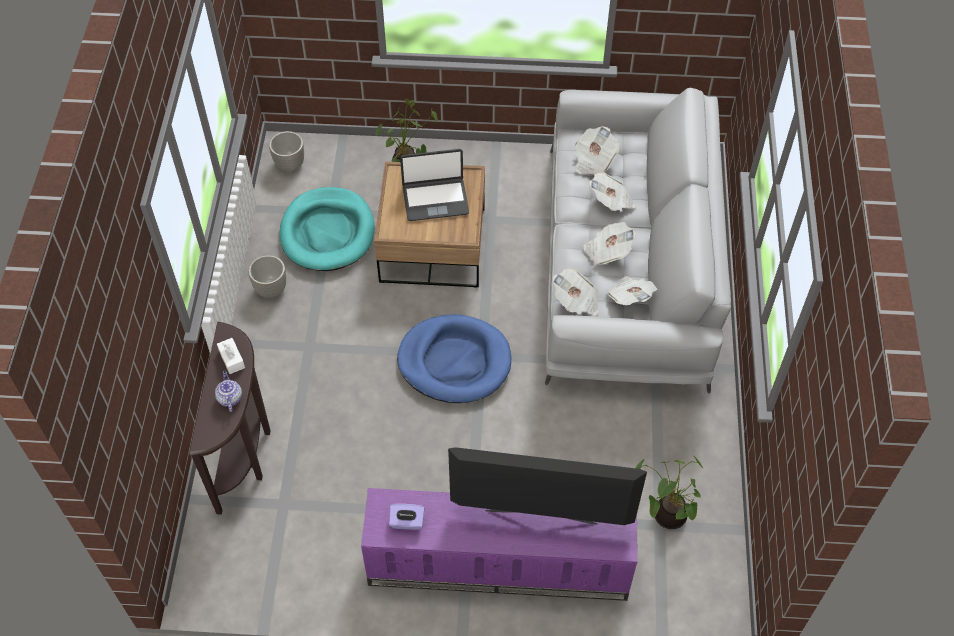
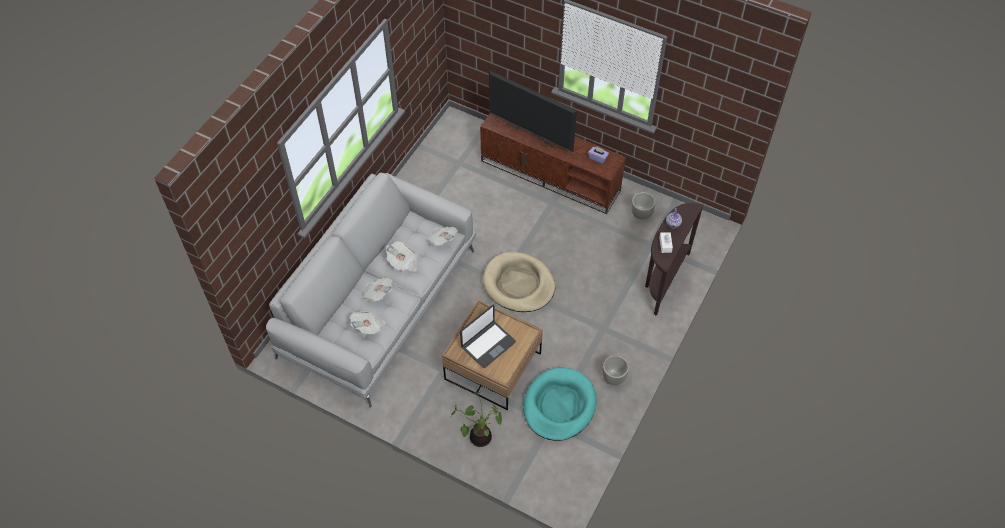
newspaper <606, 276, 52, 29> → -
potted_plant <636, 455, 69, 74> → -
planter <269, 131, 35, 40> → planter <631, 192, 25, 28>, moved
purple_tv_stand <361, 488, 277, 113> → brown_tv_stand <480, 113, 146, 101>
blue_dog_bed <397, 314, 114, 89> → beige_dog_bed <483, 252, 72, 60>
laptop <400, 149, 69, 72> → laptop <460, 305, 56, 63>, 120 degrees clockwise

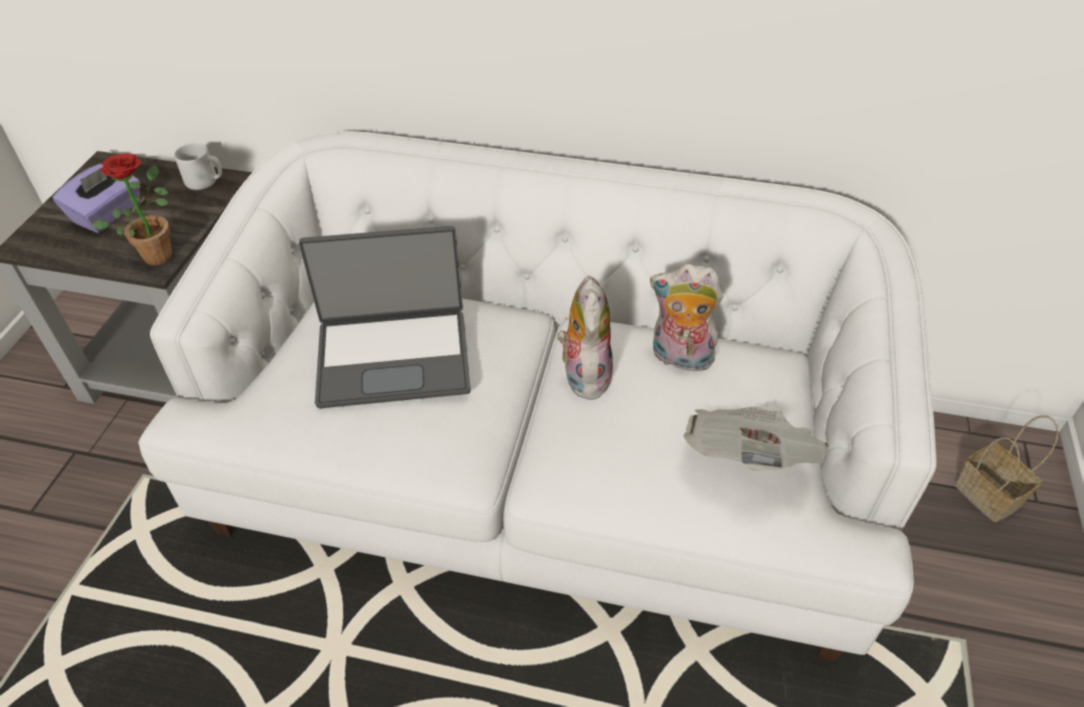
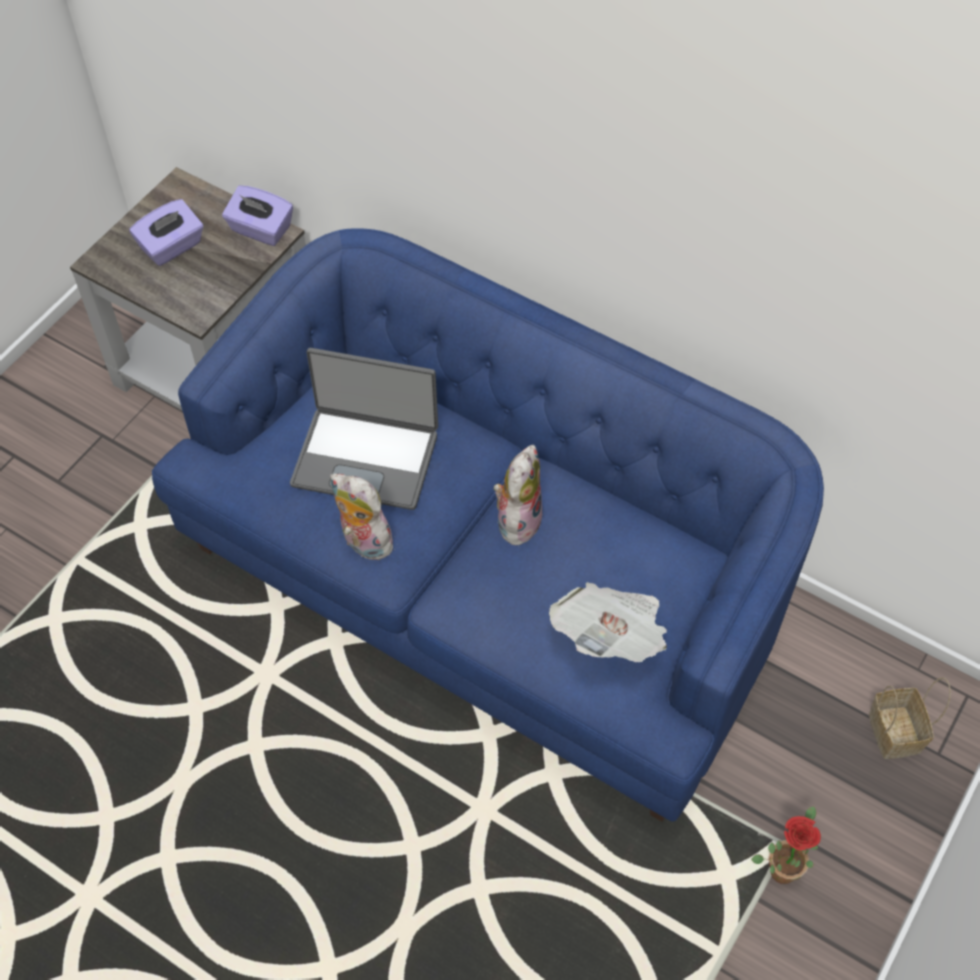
potted_plant <92, 154, 80, 112> → potted_plant <751, 806, 70, 78>, moved
plush_toy <650, 264, 73, 107> → plush_toy <330, 474, 65, 86>, moved
grey_mug <174, 143, 48, 47> → purple_tissue_box <222, 185, 71, 61>
white_sofa <138, 131, 799, 531> → blue_sofa <152, 228, 672, 594>

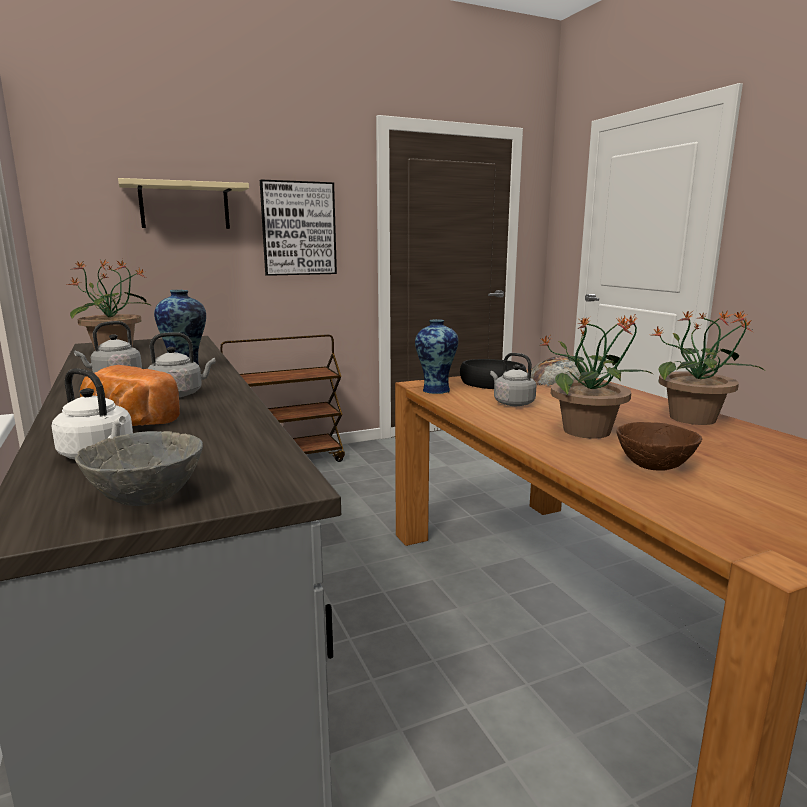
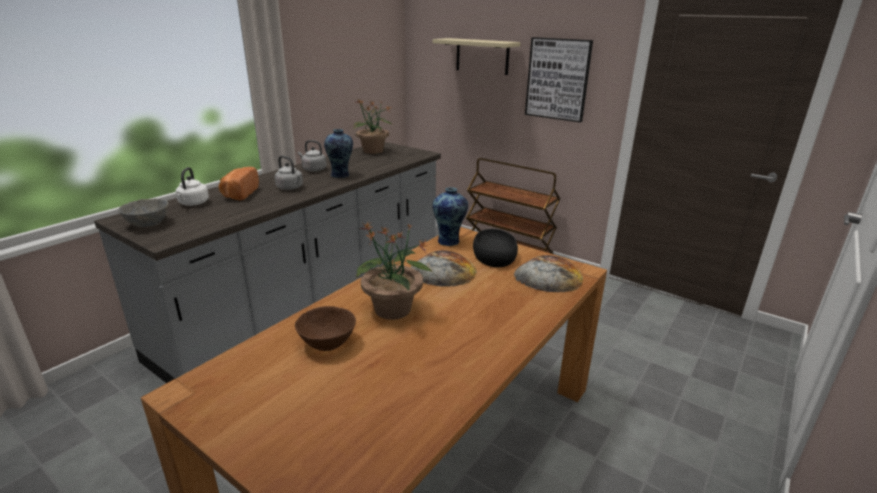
potted_plant <652, 310, 112, 115> → -
grey_kettle <490, 353, 47, 53> → bread <411, 250, 66, 37>

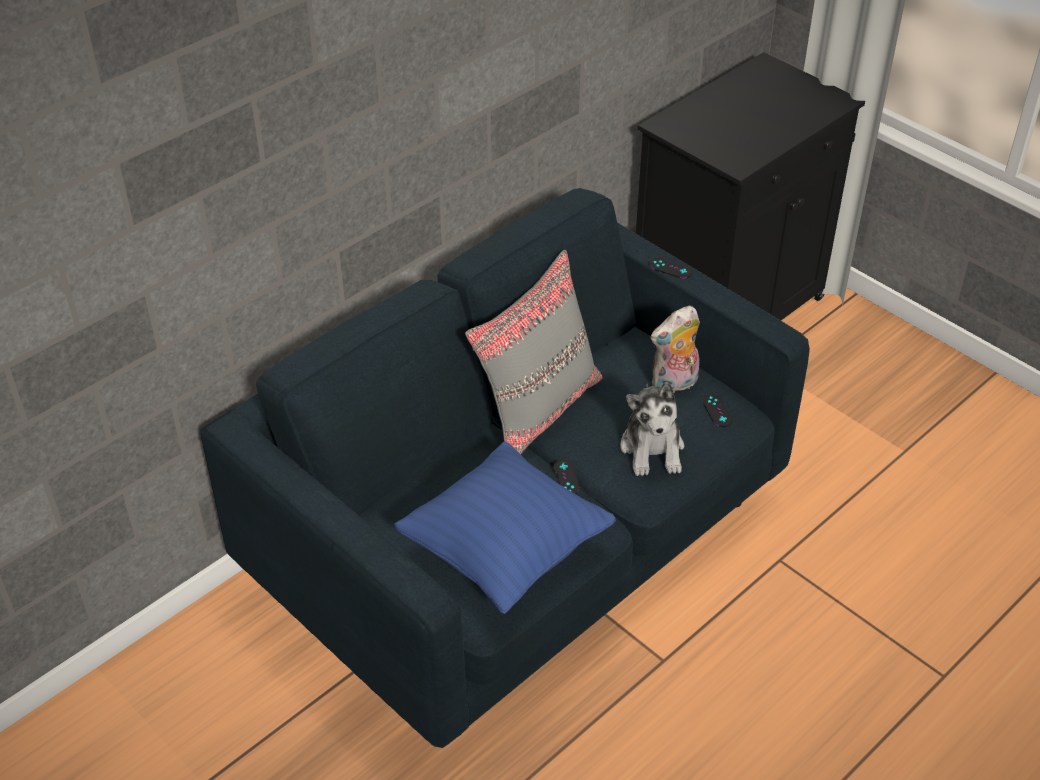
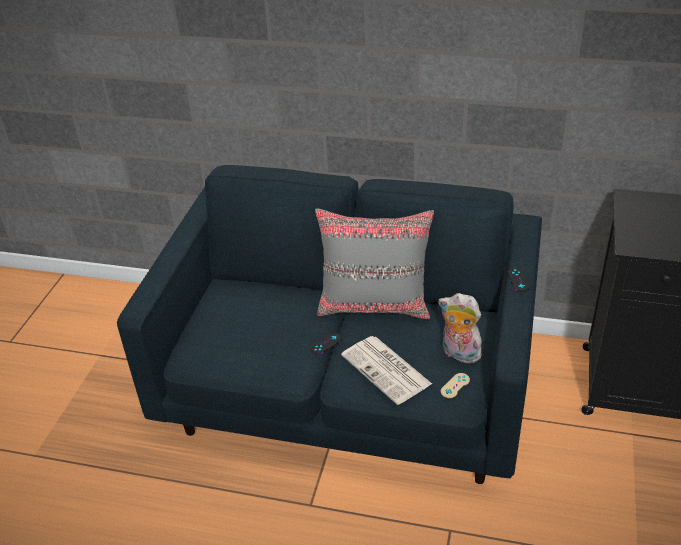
blue_pillow <394, 441, 222, 173> → -
plush_toy <621, 382, 63, 94> → newspaper <341, 336, 91, 69>
black_game_controller <702, 394, 31, 33> → beige_game_controller <441, 373, 29, 25>

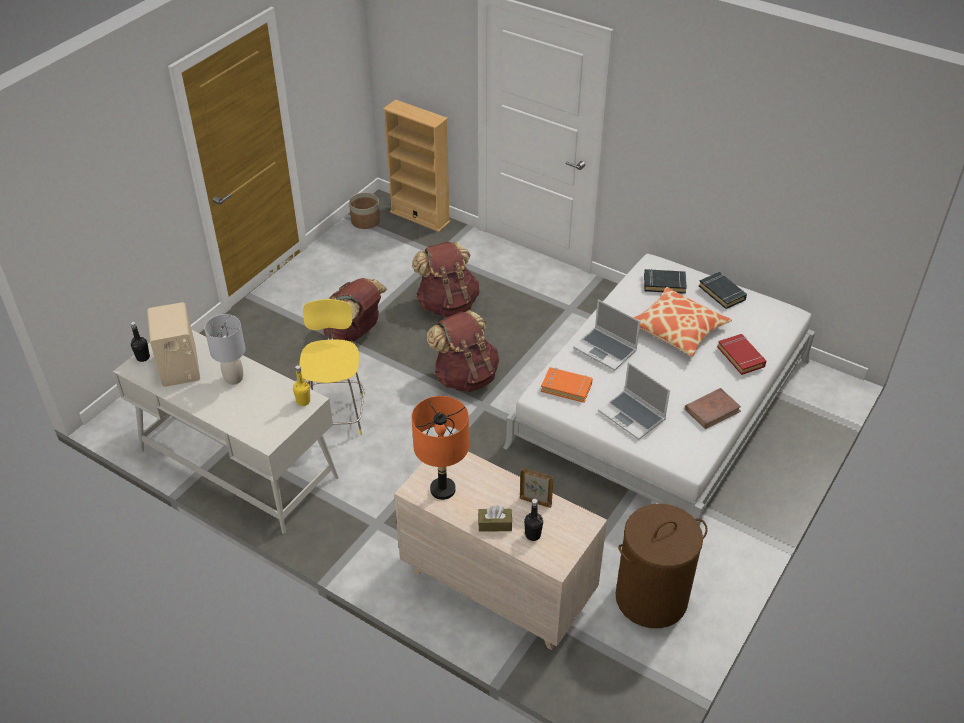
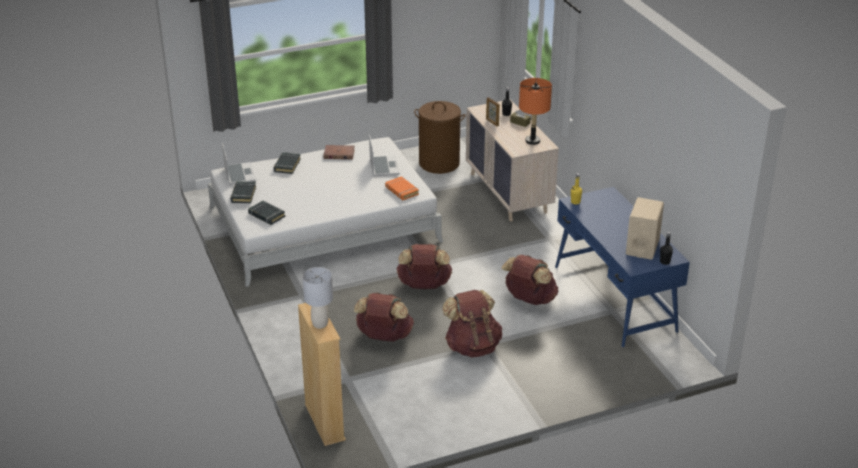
planter <349, 192, 31, 37> → -
pillow <634, 287, 98, 70> → -
grey_table_lamp <204, 314, 42, 71> → grey_table_lamp <302, 267, 31, 62>, moved
laptop <573, 299, 67, 72> → laptop <222, 143, 34, 42>, moved
yellow_stool <299, 299, 66, 136> → brown_backpack <501, 255, 57, 50>
white_desk <113, 330, 226, 204> → blue_desk <555, 187, 135, 160>
red_book <717, 334, 49, 41> → black_book <273, 152, 28, 22>

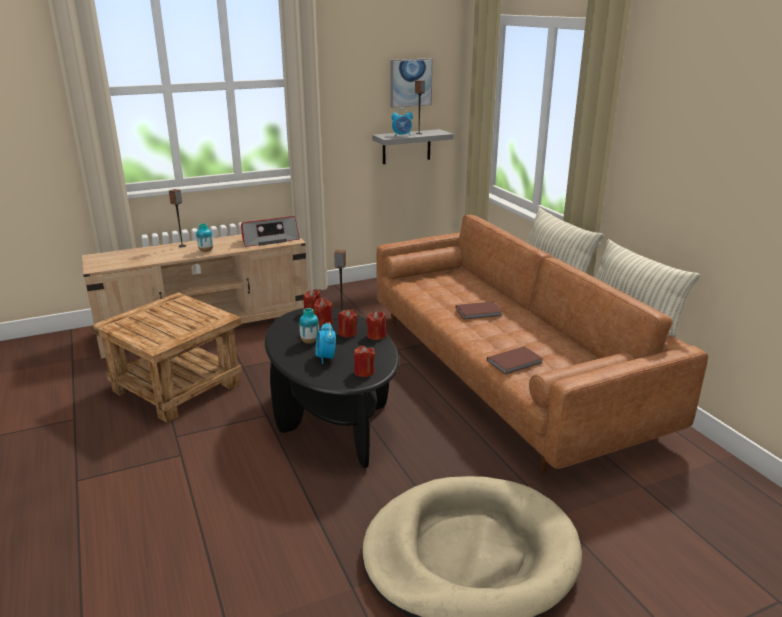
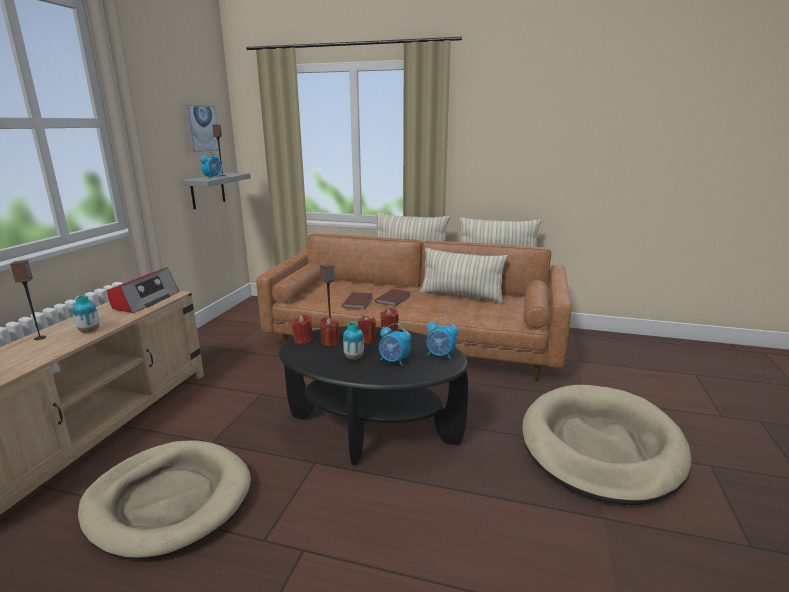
- → pillow <420, 248, 88, 55>
brown_book <487, 346, 56, 29> → brown_book <342, 292, 31, 17>, moved
brown_side_table <91, 292, 151, 131> → beige_dog_bed <78, 440, 173, 119>
red_candle <354, 346, 21, 31> → alarm_clock <426, 318, 32, 42>

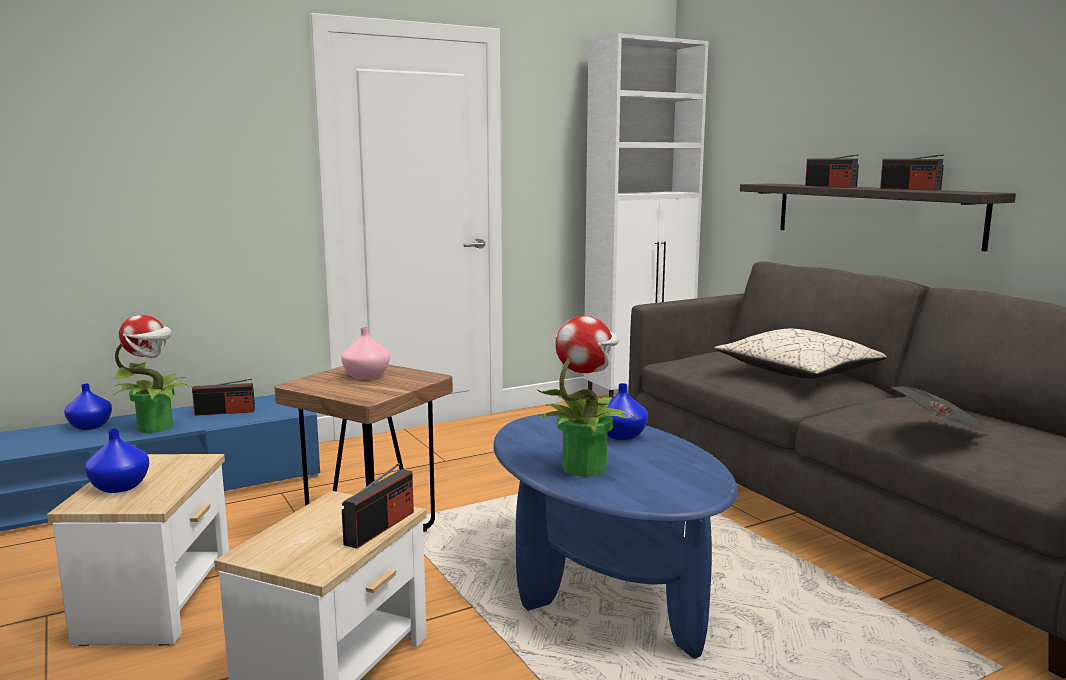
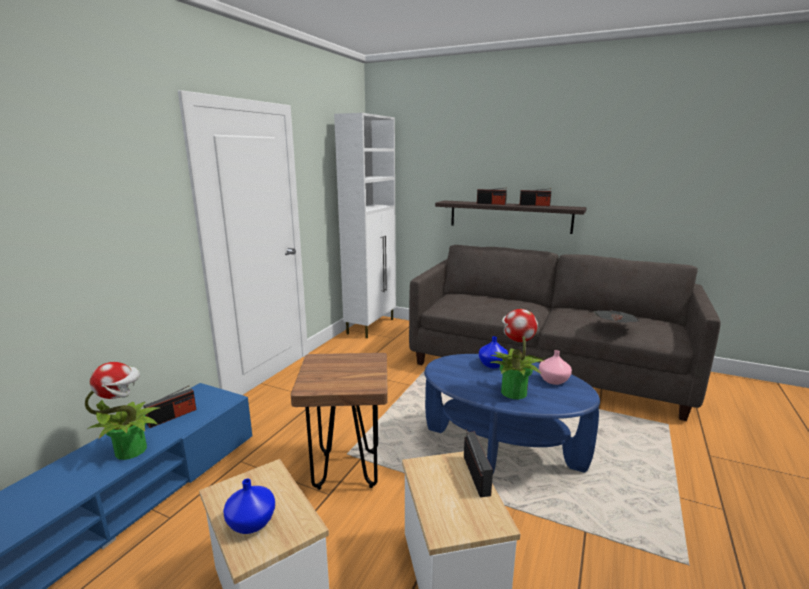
blue_vase <64, 384, 48, 46> → -
beige_pillow <714, 329, 172, 50> → -
pink_vase <341, 327, 49, 53> → pink_vase <539, 350, 33, 35>, moved

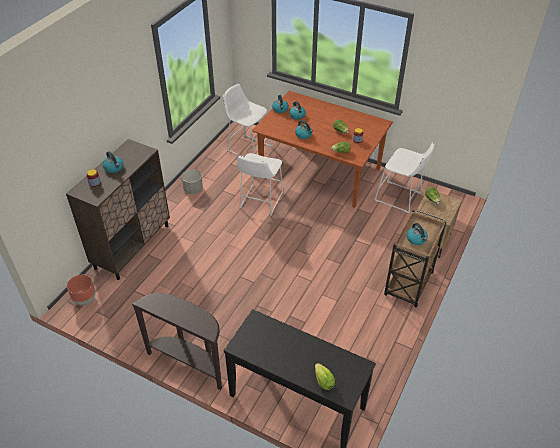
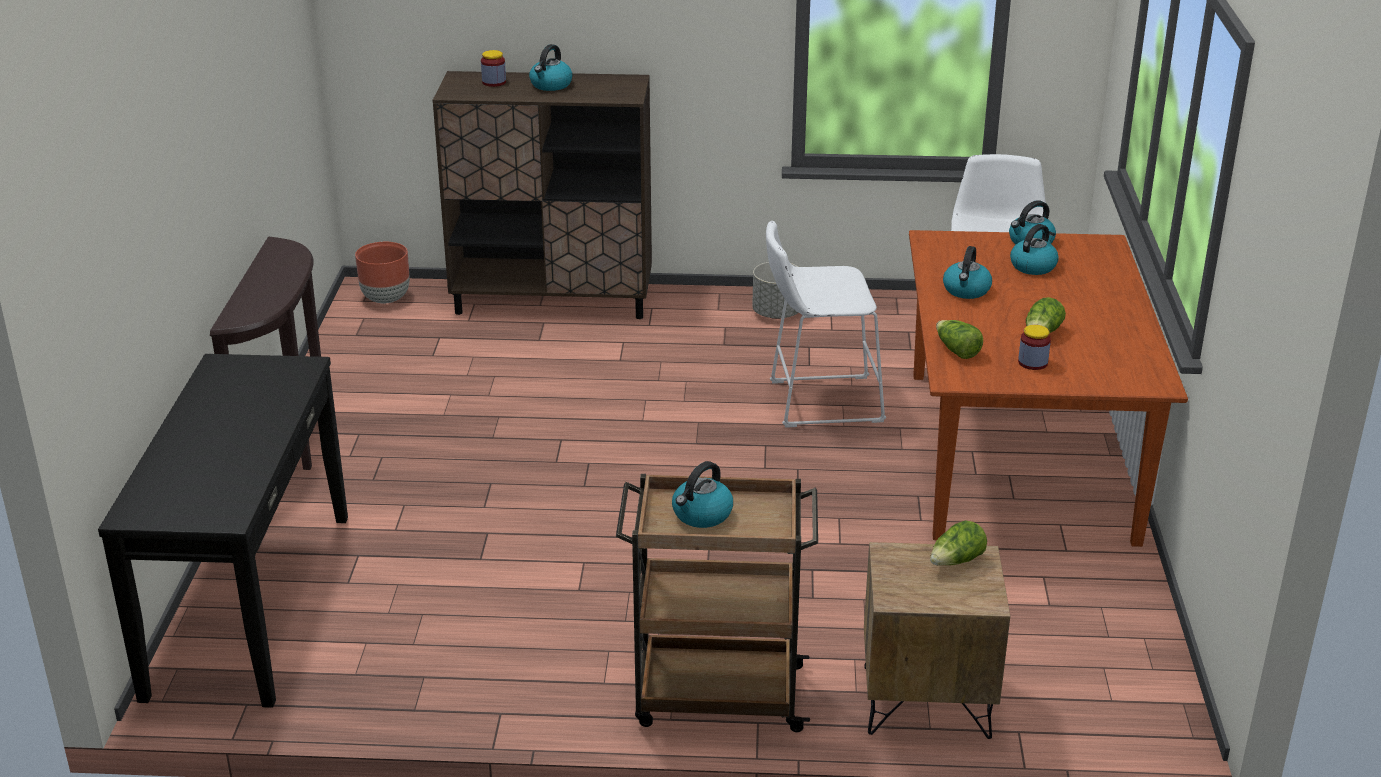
lettuce <315, 363, 20, 27> → -
white_stool <374, 142, 61, 71> → -

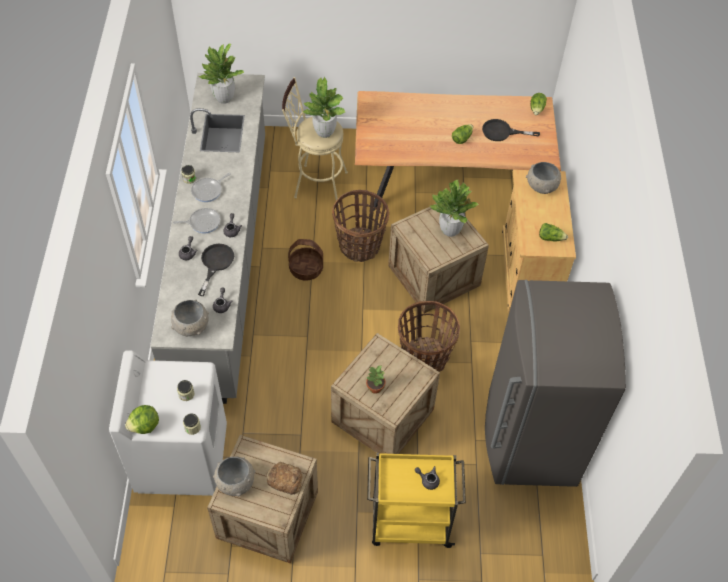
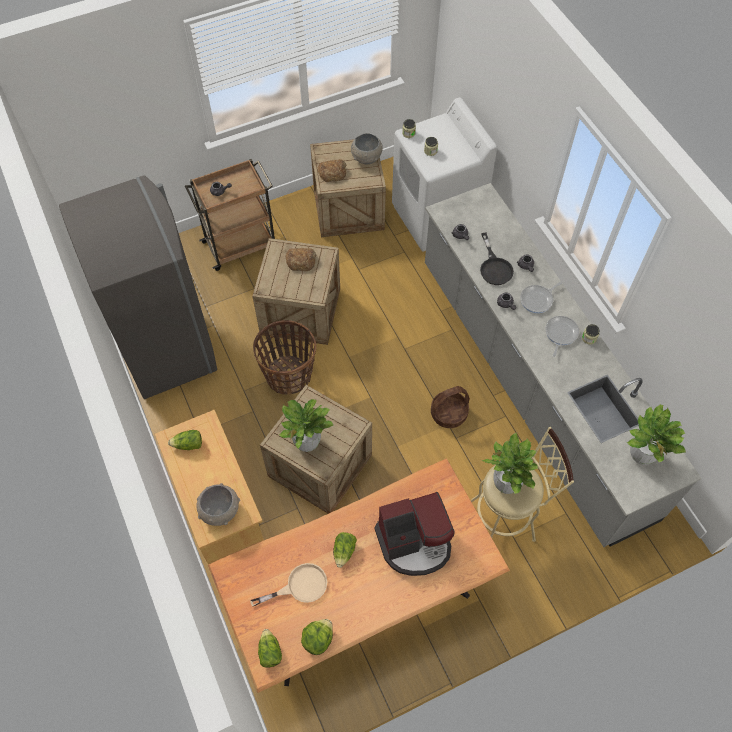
grey_bowl <171, 299, 38, 37> → -
basket <332, 190, 57, 72> → -
- → coffee_machine <375, 492, 80, 84>
lettuce <125, 405, 34, 29> → lettuce <301, 619, 32, 36>, moved
potted_plant <366, 365, 20, 29> → bread <285, 248, 31, 23>
yellow_cart <367, 453, 99, 95> → brown_cart <185, 159, 90, 112>
black_frying_pan <482, 119, 58, 22> → beige_frying_pan <250, 563, 77, 44>

